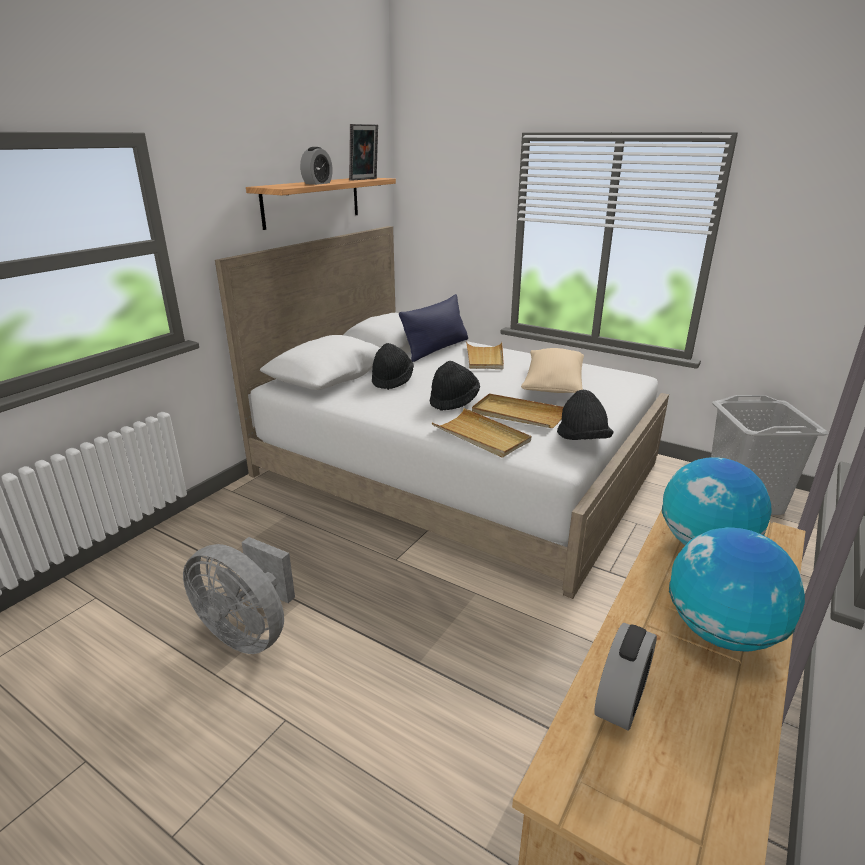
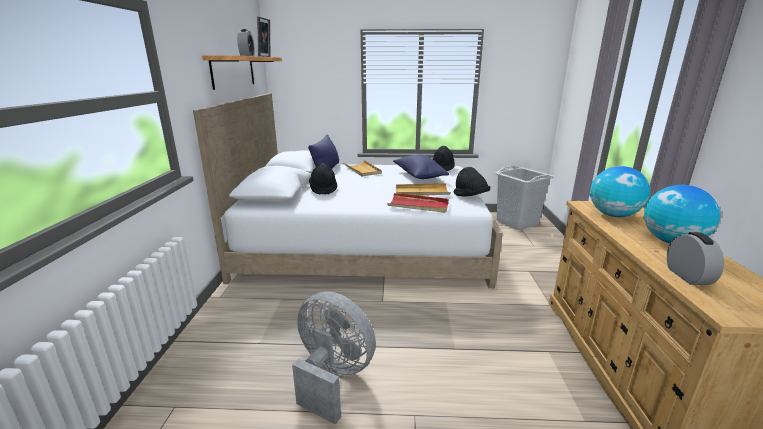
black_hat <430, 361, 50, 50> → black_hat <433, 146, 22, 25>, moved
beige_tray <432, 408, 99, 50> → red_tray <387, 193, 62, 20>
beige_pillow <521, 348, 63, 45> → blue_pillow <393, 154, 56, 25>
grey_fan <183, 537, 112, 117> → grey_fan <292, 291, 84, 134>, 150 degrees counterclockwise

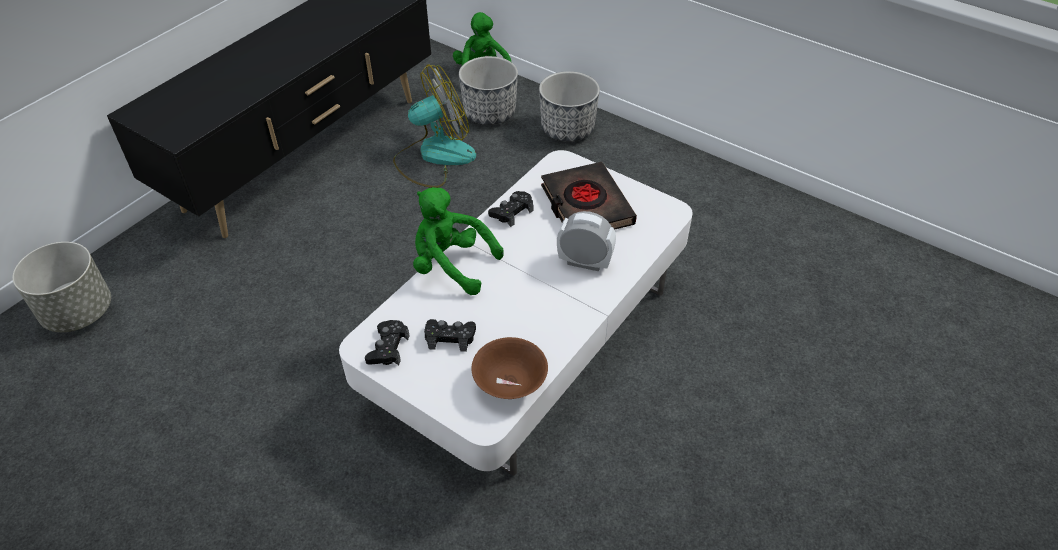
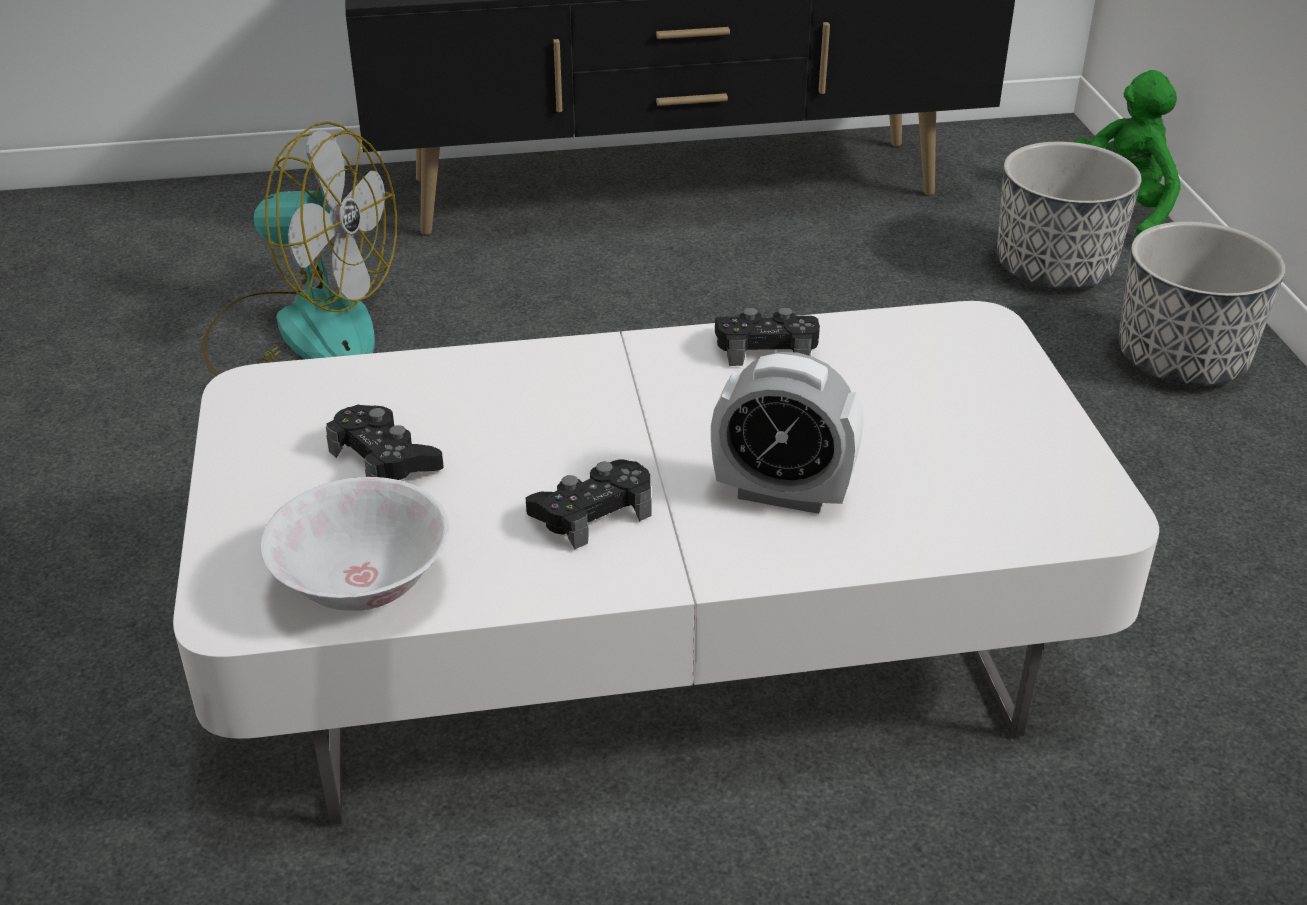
grey_planter <12, 242, 99, 90> → -
green_plush_toy <413, 187, 91, 108> → -
black_book <541, 162, 96, 68> → -
black_game_controller <365, 320, 45, 45> → black_game_controller <526, 459, 125, 90>, moved
fan <393, 64, 83, 124> → fan <202, 121, 195, 255>, moved
brown_bowl <471, 337, 77, 62> → white_bowl <260, 477, 189, 134>
alarm_clock <557, 211, 59, 60> → alarm_clock <711, 352, 153, 162>, 135 degrees clockwise

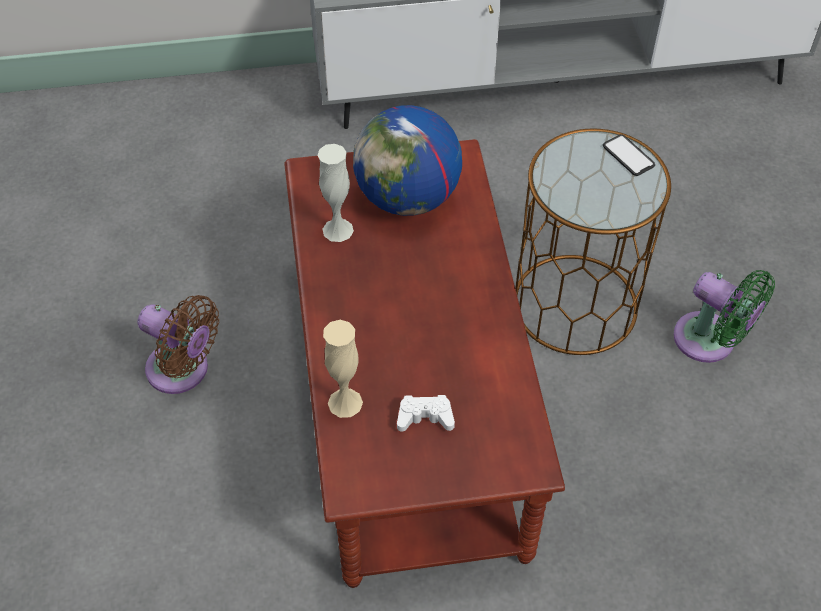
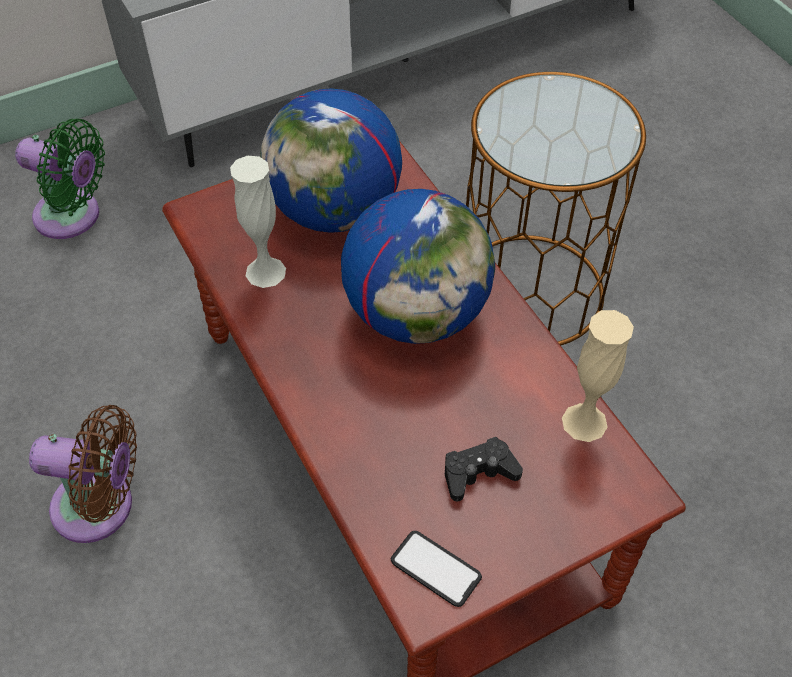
- → globe <341, 189, 154, 155>
beige_vase <323, 320, 40, 98> → beige_vase <562, 310, 72, 132>, moved
phone <603, 134, 52, 42> → phone <391, 531, 91, 76>, moved
green_fan <673, 270, 102, 93> → green_fan <15, 119, 90, 120>, moved
white_game_controller <397, 395, 58, 37> → black_game_controller <445, 437, 78, 64>

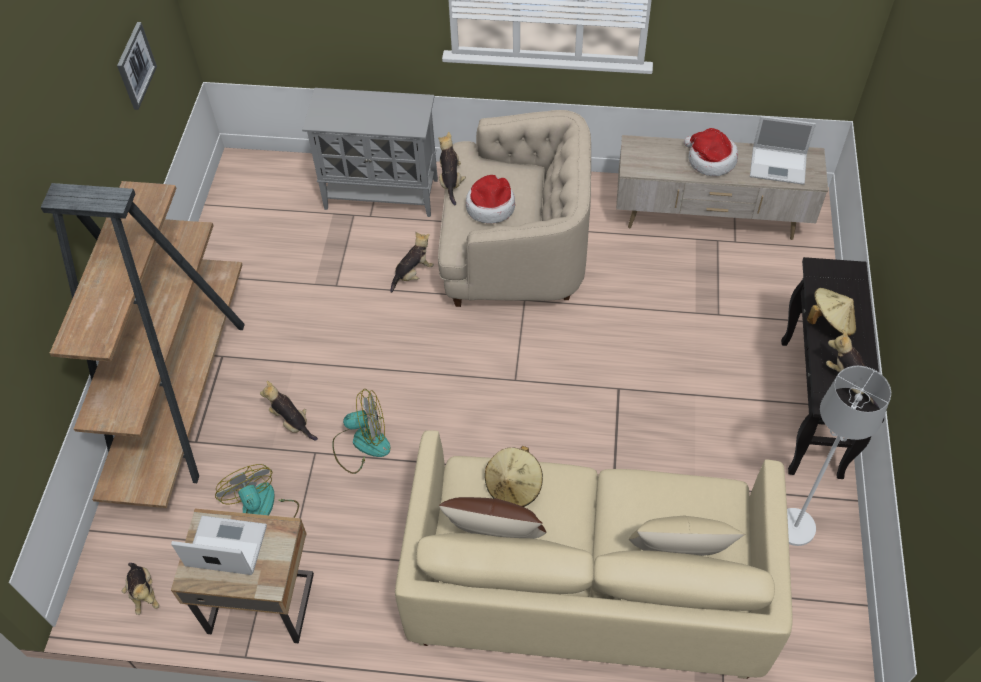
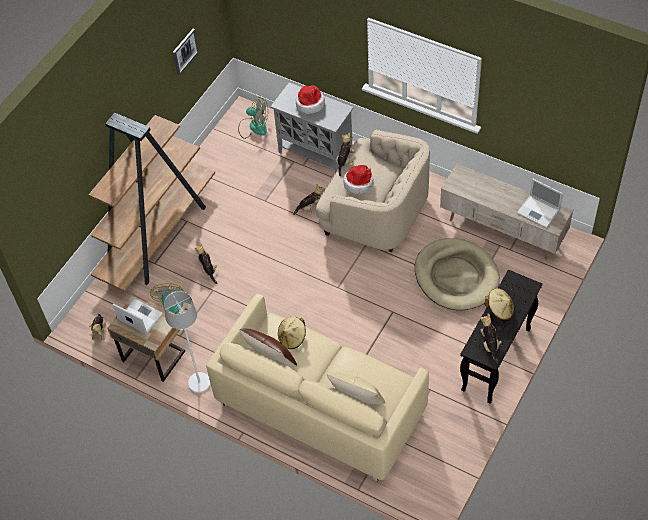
- → beige_dog_bed <415, 238, 85, 72>
fan <332, 389, 59, 85> → fan <238, 97, 30, 42>, moved
hat <684, 128, 54, 48> → hat <296, 85, 29, 29>, moved
white_floor_lamp <787, 366, 104, 180> → white_floor_lamp <164, 291, 47, 102>, moved

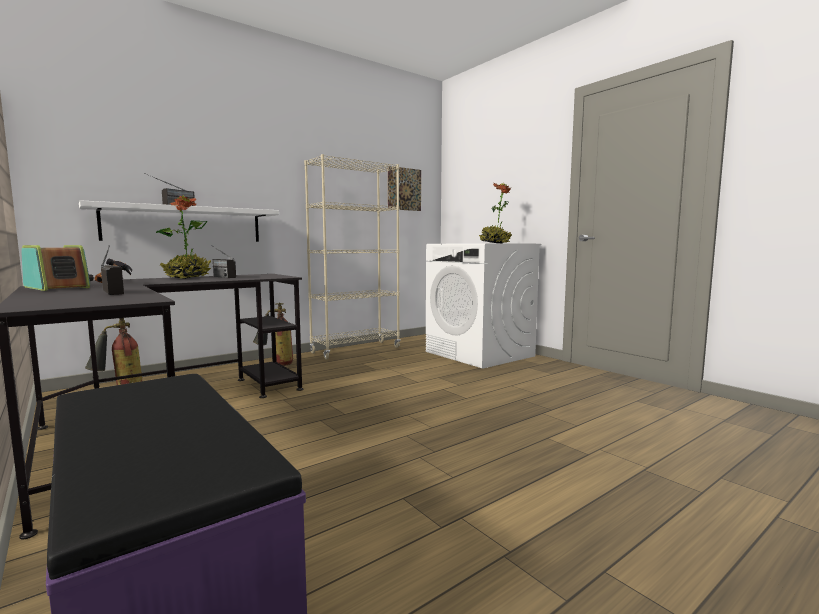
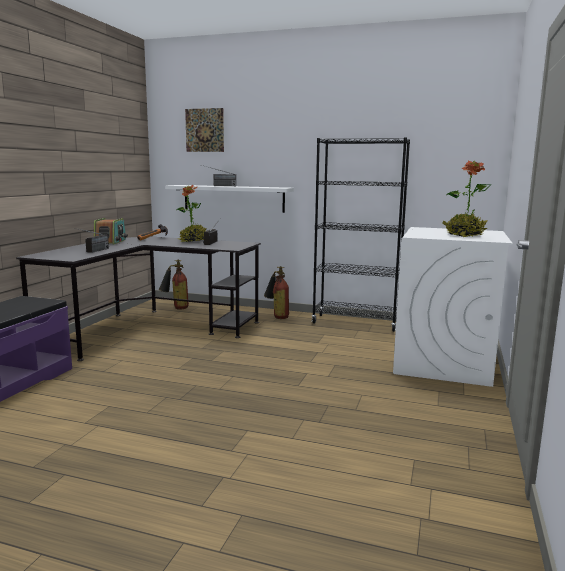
picture <388, 166, 33, 45> → picture <185, 108, 39, 44>, moved
beige_bookcase <304, 154, 97, 206> → black_bookcase <312, 137, 98, 195>

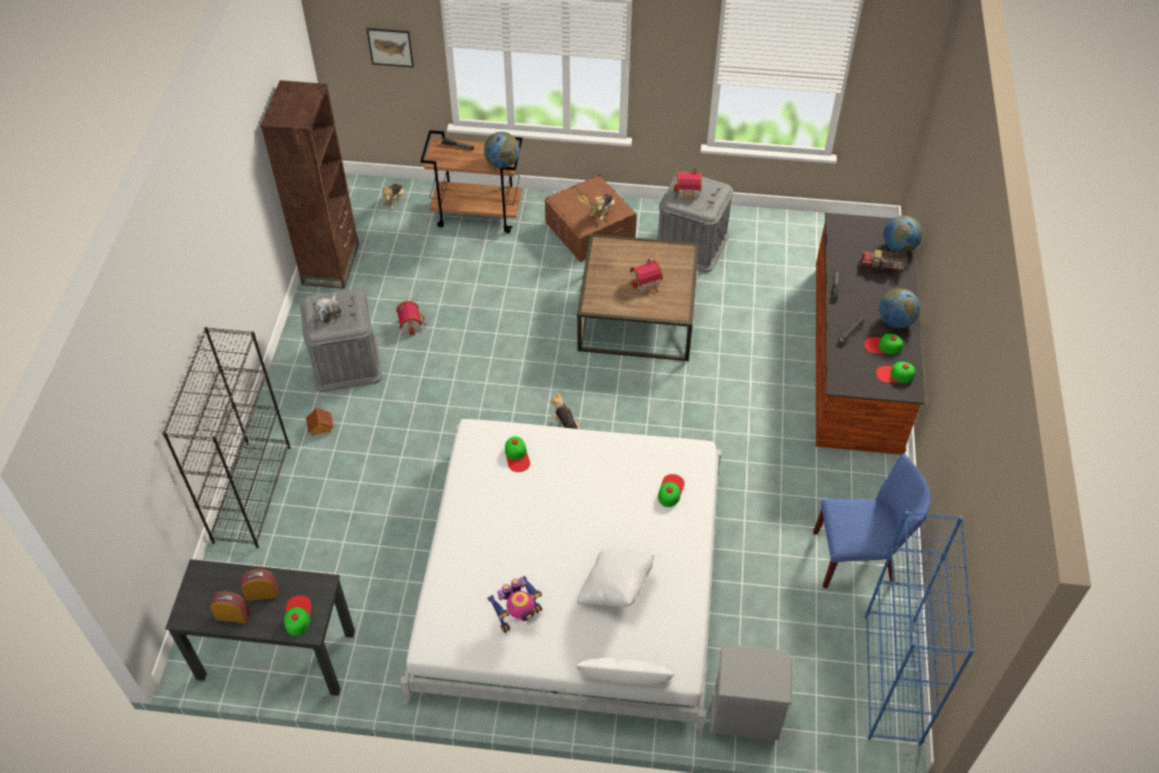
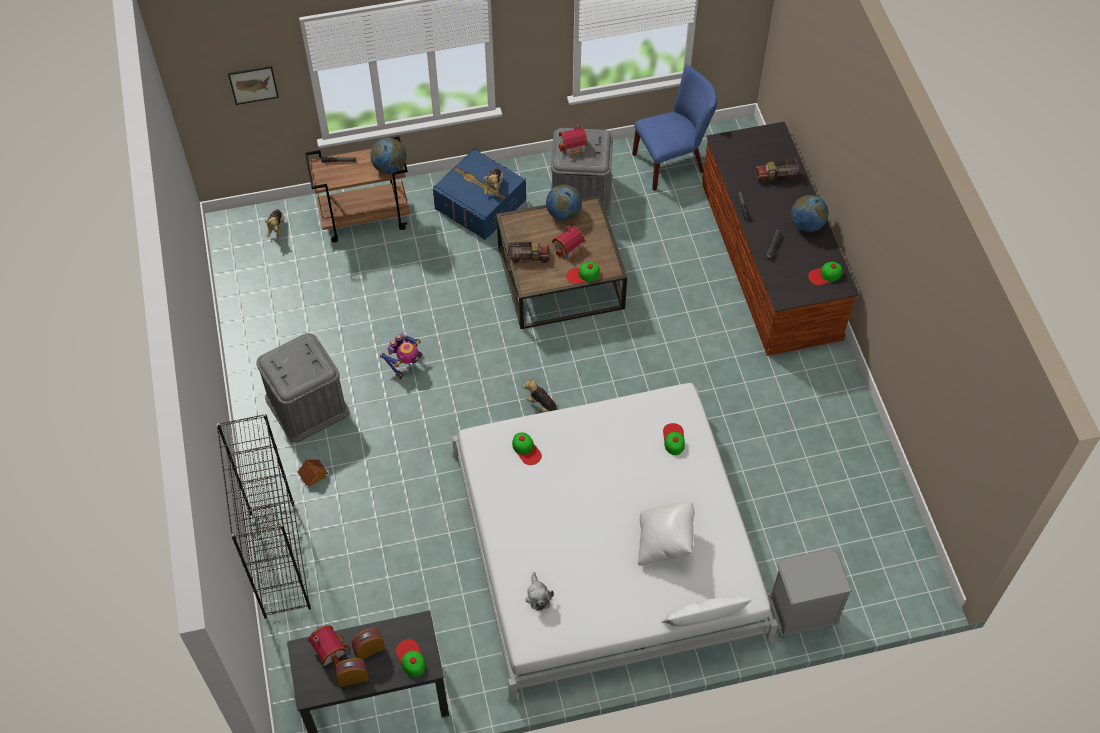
brown_bookcase <261, 80, 98, 209> → -
blue_bookcase <865, 511, 109, 235> → -
- → toy_truck <508, 242, 42, 21>
plush_toy <316, 292, 25, 31> → plush_toy <526, 572, 28, 39>, moved
toy_house <396, 301, 31, 35> → toy_house <308, 625, 41, 41>, moved
toy_robot <487, 576, 55, 57> → toy_robot <380, 333, 42, 46>, moved
blue_chair <813, 454, 118, 134> → blue_chair <632, 65, 85, 126>, moved
cap <864, 333, 39, 21> → cap <566, 262, 34, 22>, moved
globe <883, 215, 40, 38> → globe <546, 185, 36, 36>, moved
brown_storage_box <545, 175, 92, 87> → blue_storage_box <433, 148, 93, 92>

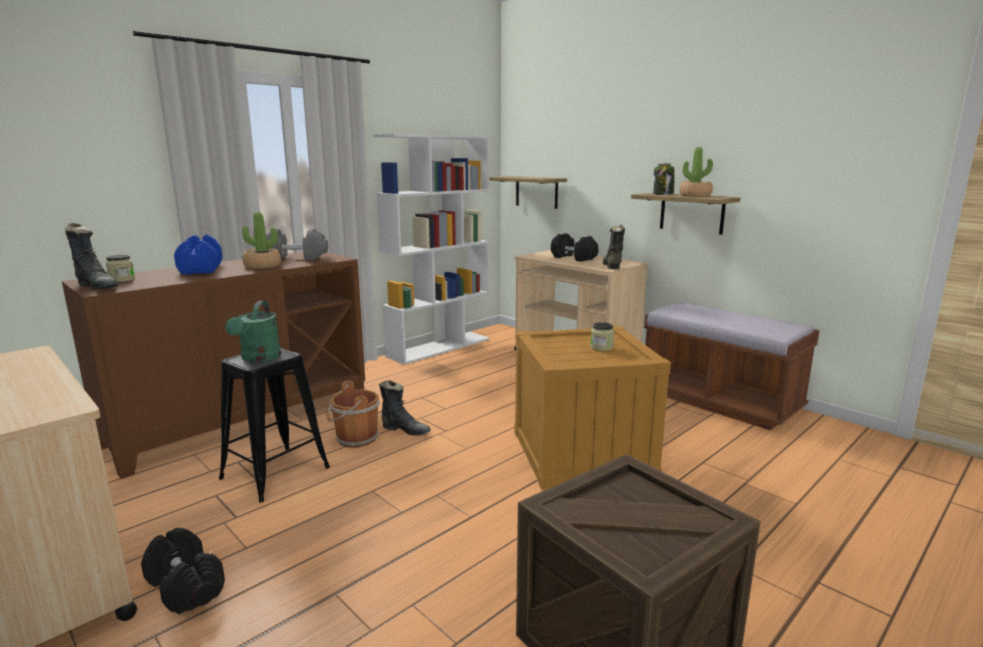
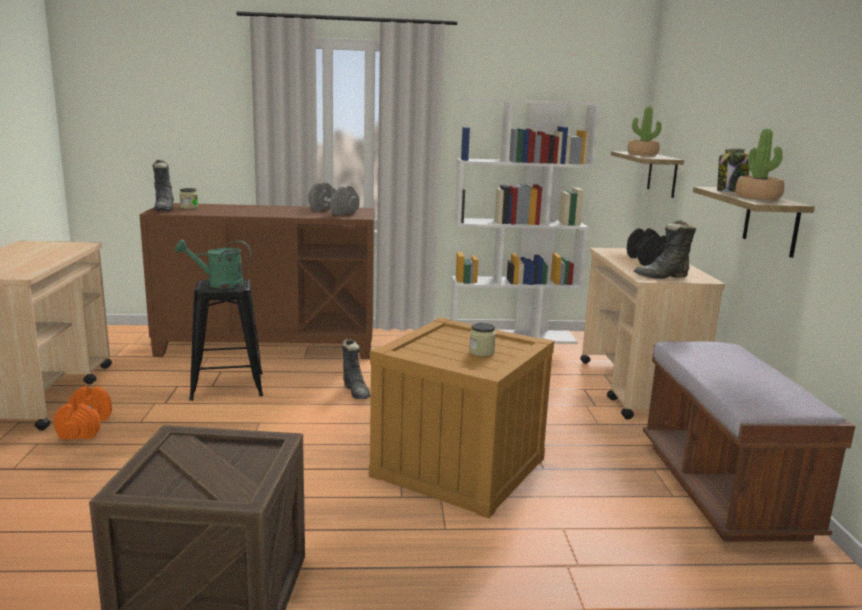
blue_dumbbell <174, 235, 48, 40> → -
brown_bucket <326, 380, 54, 67> → -
potted_plant <242, 212, 39, 57> → potted_plant <627, 107, 35, 49>, moved
black_dumbbell <141, 528, 84, 86> → orange_dumbbell <54, 386, 58, 53>
green_watering_can <225, 301, 56, 61> → green_watering_can <175, 239, 76, 50>, 45 degrees clockwise
black_boot <603, 224, 22, 46> → black_boot <634, 220, 62, 59>, 150 degrees counterclockwise

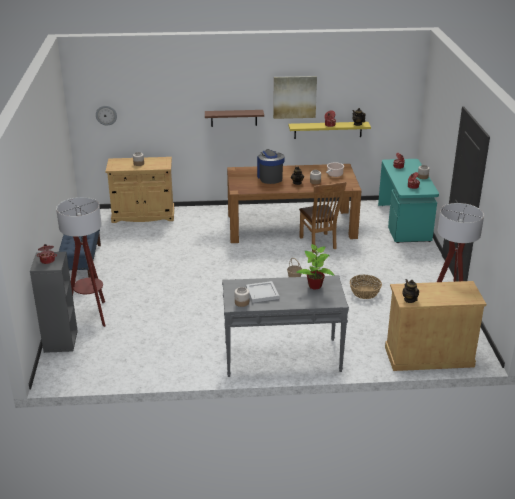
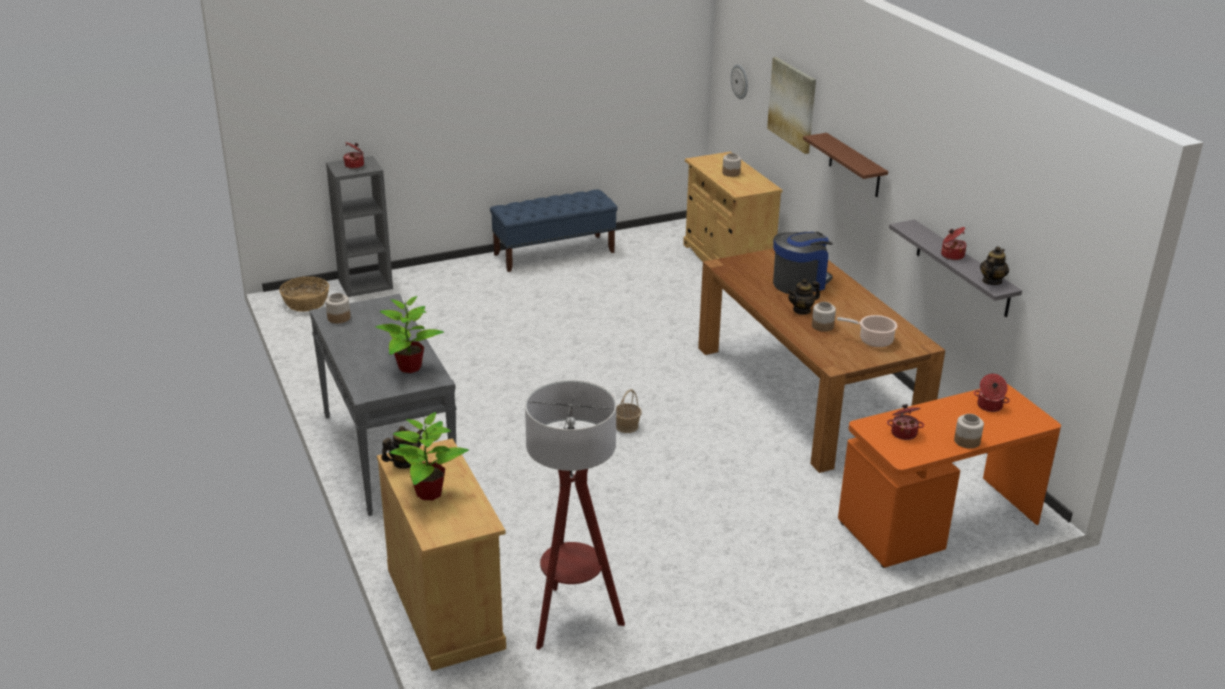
floor_lamp <56, 197, 49, 130> → -
white_tray <246, 281, 33, 22> → -
brown_chair <299, 181, 48, 71> → -
- → potted_plant <389, 412, 80, 88>
picture <273, 76, 44, 43> → picture <767, 57, 49, 97>, moved
basket <350, 275, 32, 24> → basket <279, 276, 50, 36>, moved
yellow_shelf <289, 122, 82, 17> → grey_shelf <889, 219, 133, 98>
turquoise_desk <378, 159, 61, 84> → orange_desk <838, 384, 223, 184>

